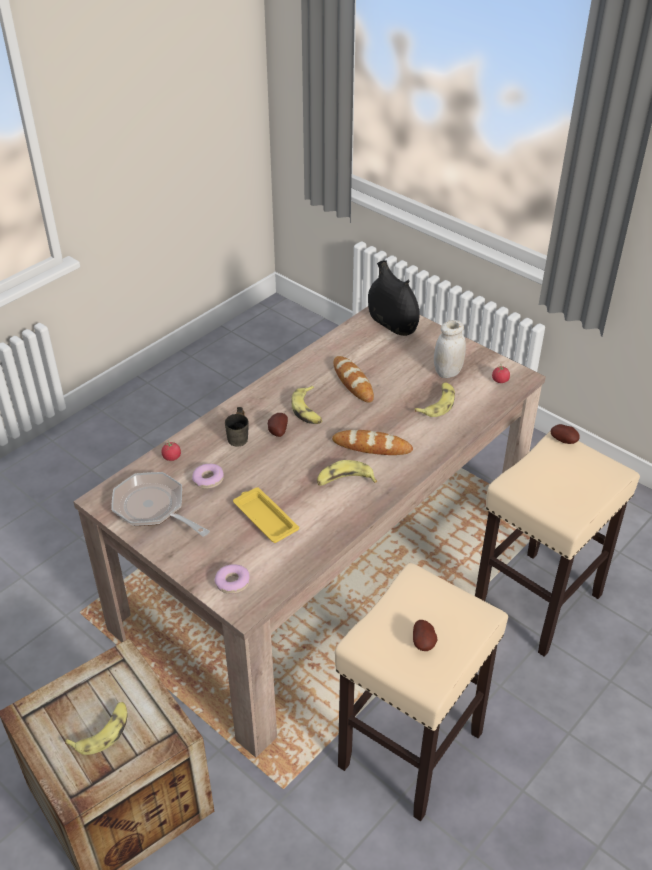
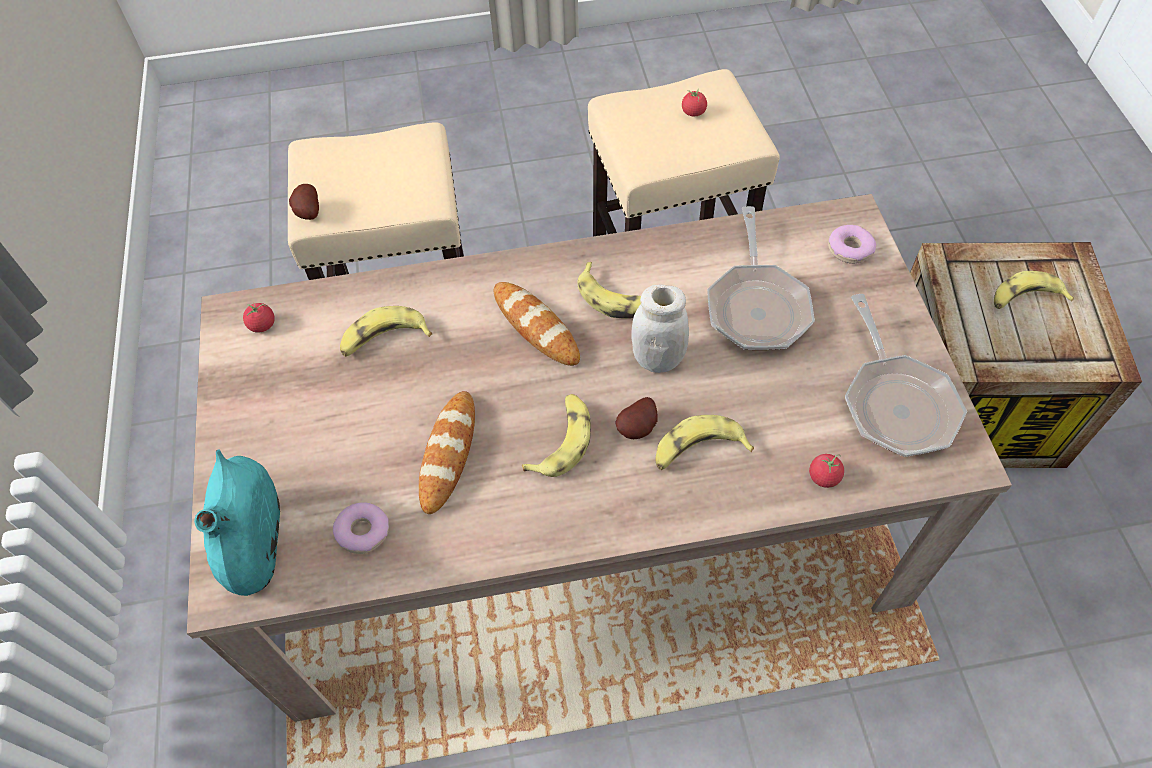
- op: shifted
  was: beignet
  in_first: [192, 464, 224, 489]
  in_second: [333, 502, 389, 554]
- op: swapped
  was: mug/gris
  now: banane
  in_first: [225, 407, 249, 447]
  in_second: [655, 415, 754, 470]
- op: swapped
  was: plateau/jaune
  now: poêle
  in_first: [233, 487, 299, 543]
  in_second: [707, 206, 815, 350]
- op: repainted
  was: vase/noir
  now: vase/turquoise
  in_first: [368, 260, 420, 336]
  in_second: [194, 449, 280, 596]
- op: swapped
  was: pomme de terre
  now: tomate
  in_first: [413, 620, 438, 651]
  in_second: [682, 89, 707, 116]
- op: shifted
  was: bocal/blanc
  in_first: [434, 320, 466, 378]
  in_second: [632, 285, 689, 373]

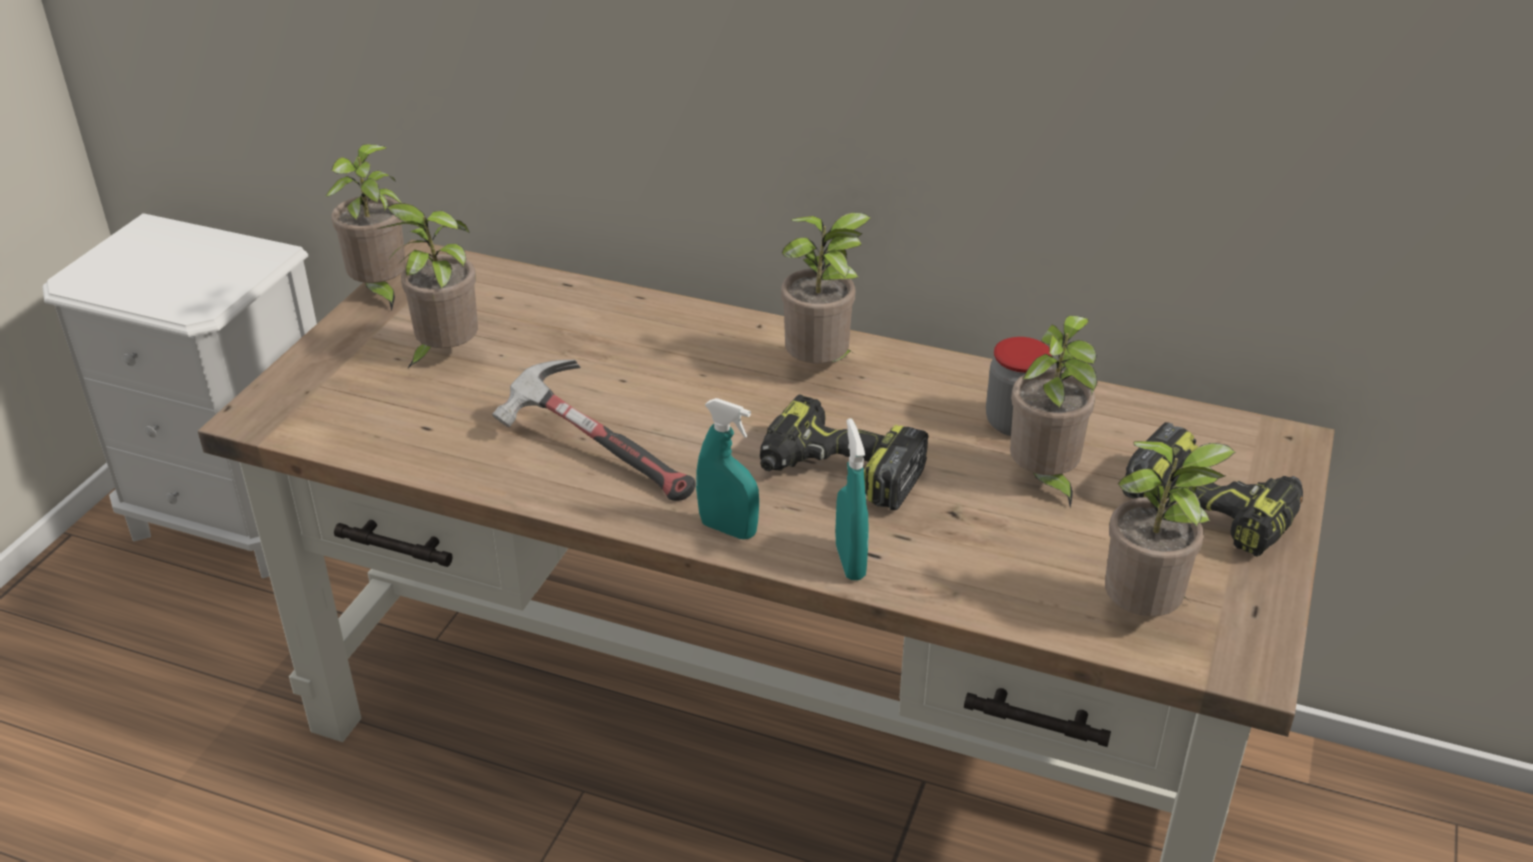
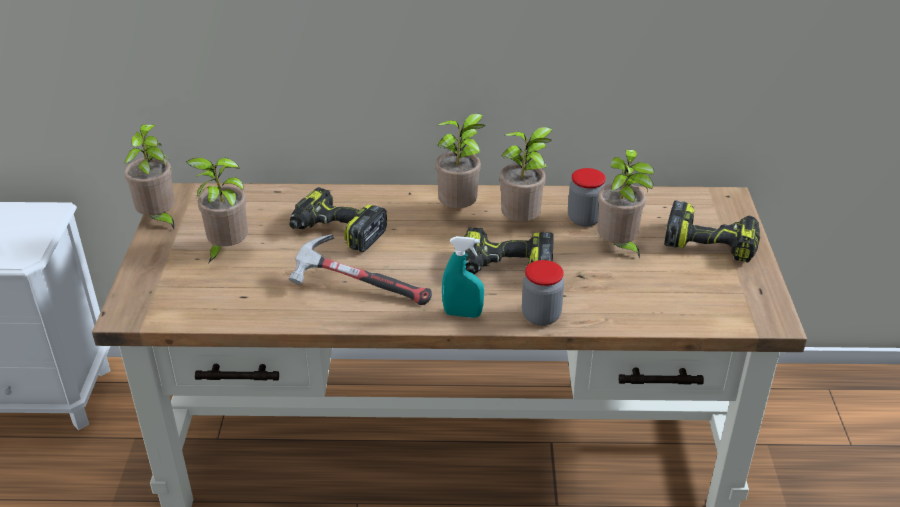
- op: swapped
  was: vaporisateur/turquoise
  now: bocal
  in_first: [835, 418, 869, 580]
  in_second: [522, 260, 564, 326]
- op: shifted
  was: plante en pot
  in_first: [1105, 441, 1236, 616]
  in_second: [500, 127, 552, 222]
- op: new
  now: perceuse
  in_second: [289, 187, 387, 252]

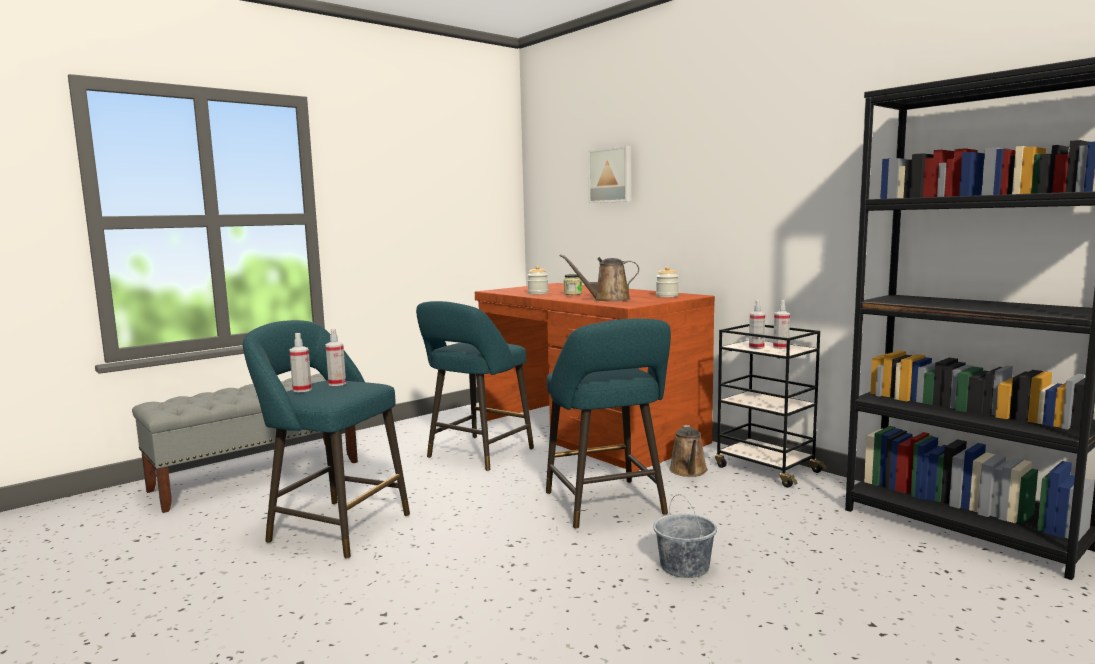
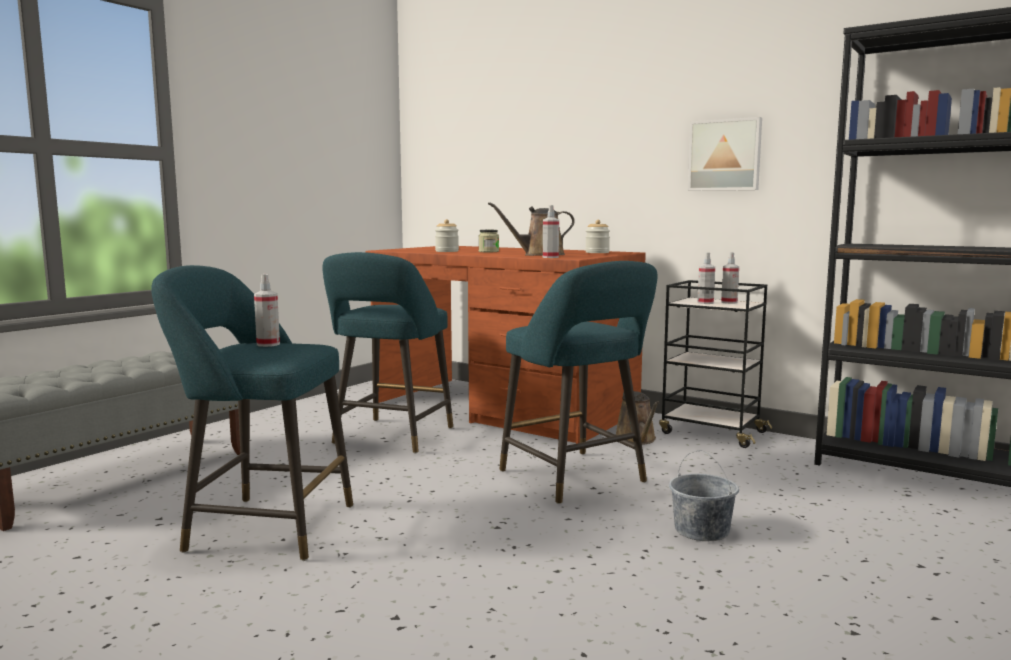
- op: shifted
  was: vaporisateur
  in_first: [289, 333, 312, 392]
  in_second: [543, 205, 559, 258]
- op: shifted
  was: tableau
  in_first: [588, 146, 631, 203]
  in_second: [688, 117, 762, 191]

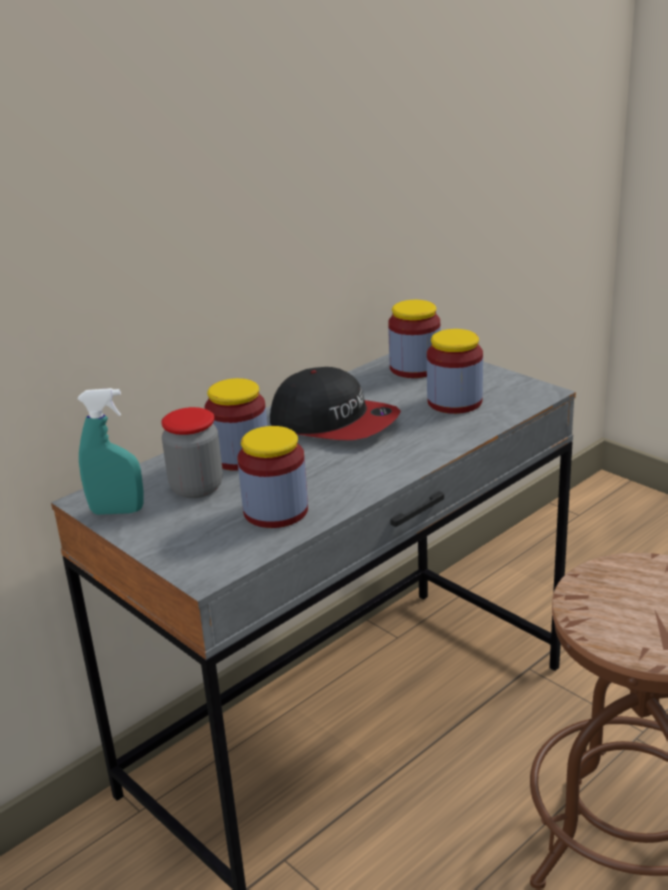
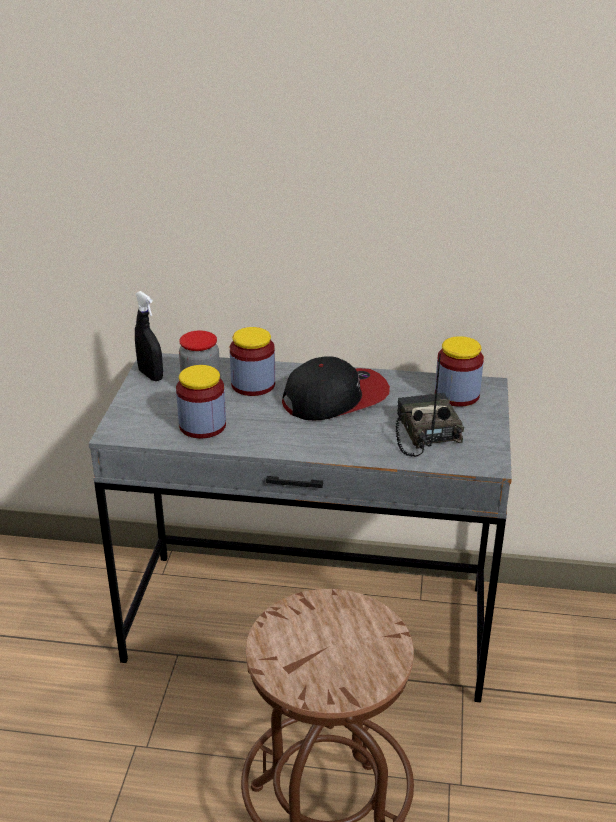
- op: repainted
  was: vaporisateur/turquoise
  now: vaporisateur/noir
  in_first: [78, 388, 144, 515]
  in_second: [135, 291, 163, 381]
- op: rotated
  was: casquette
  in_first: [270, 367, 401, 441]
  in_second: [282, 357, 390, 420]
  clockwise: -105
- op: swapped
  was: bocal
  now: radio
  in_first: [427, 329, 483, 414]
  in_second: [395, 354, 464, 457]

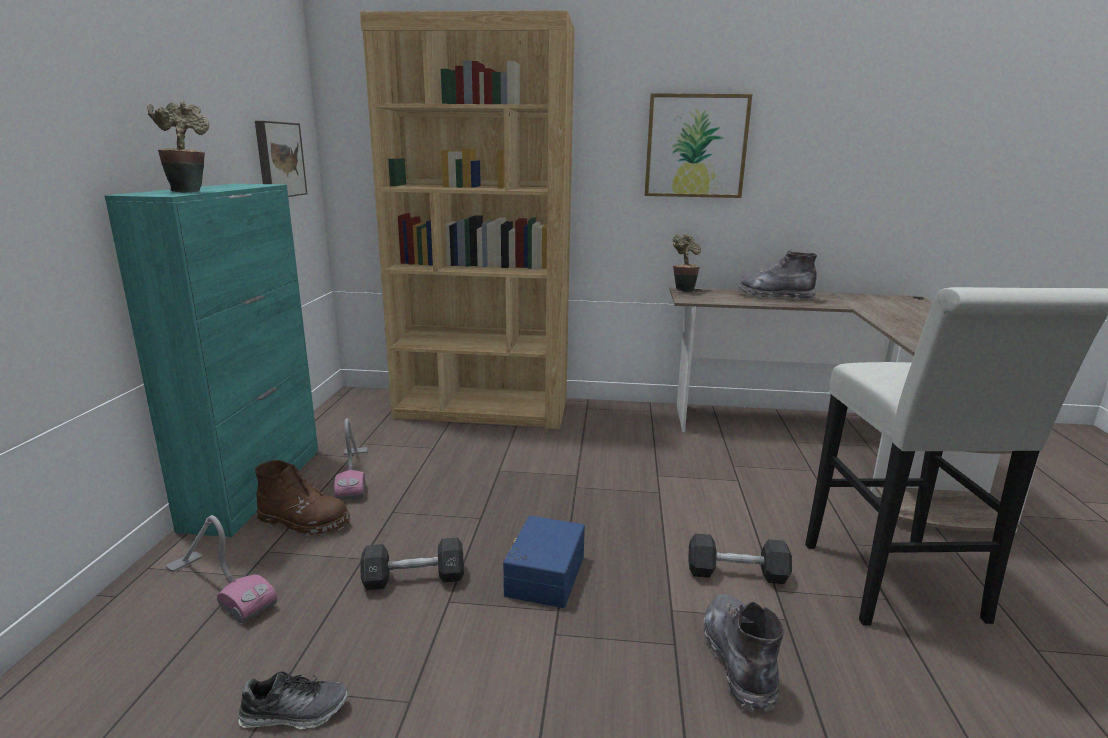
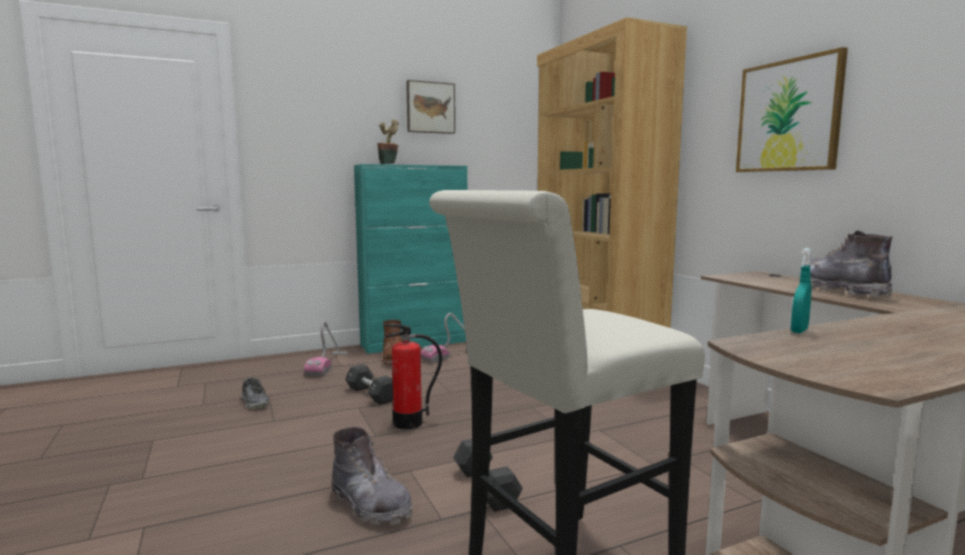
- op: shifted
  was: tableau
  in_first: [255, 121, 307, 197]
  in_second: [406, 80, 455, 134]
- op: swapped
  was: boîte de rangement/bleu
  now: extincteur
  in_first: [503, 516, 585, 608]
  in_second: [384, 324, 442, 429]
- op: gone
  was: plante en pot
  in_first: [673, 234, 701, 293]
- op: rotated
  was: botte/gris
  in_first: [703, 594, 784, 713]
  in_second: [332, 427, 413, 526]
  clockwise: 75
- op: new
  now: vaporisateur/turquoise
  in_second: [791, 248, 812, 333]

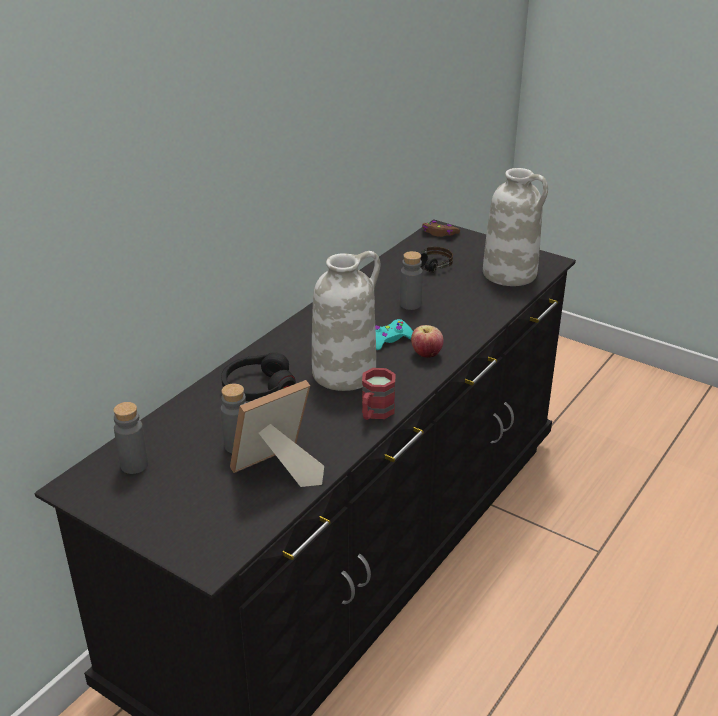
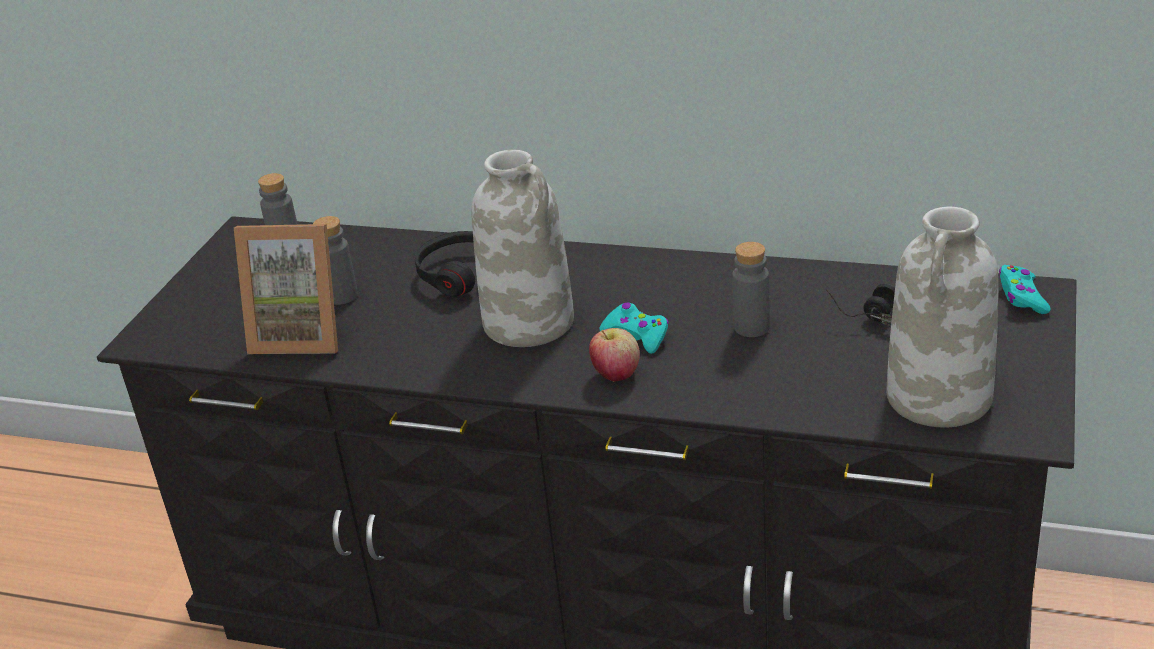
- op: rotated
  was: cadre photo
  in_first: [230, 380, 324, 487]
  in_second: [234, 224, 338, 354]
  clockwise: 150
- op: gone
  was: mug/rouge
  in_first: [362, 368, 396, 420]
- op: repainted
  was: manette/marron
  now: manette/turquoise
  in_first: [422, 221, 460, 237]
  in_second: [999, 265, 1051, 314]

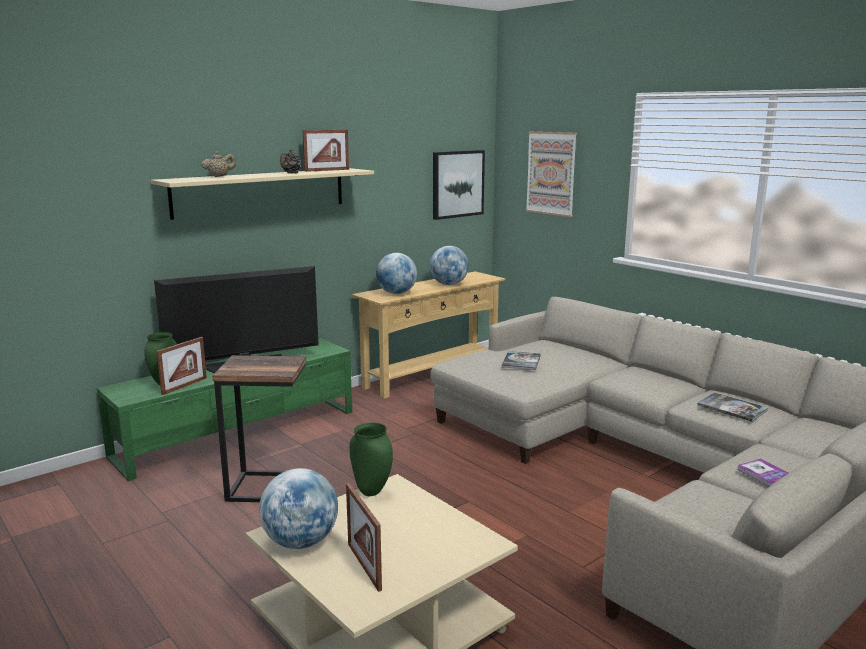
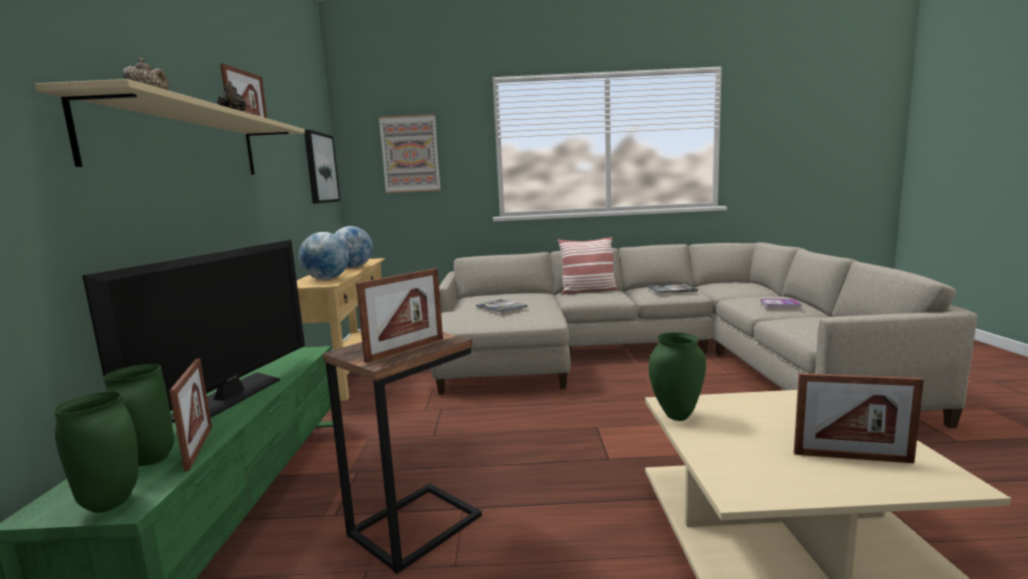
- op: gone
  was: globe
  in_first: [259, 468, 338, 549]
- op: new
  now: vase/vert
  in_second: [53, 391, 138, 513]
- op: new
  now: cadre photo
  in_second: [356, 268, 443, 363]
- op: new
  now: coussin
  in_second: [558, 237, 618, 295]

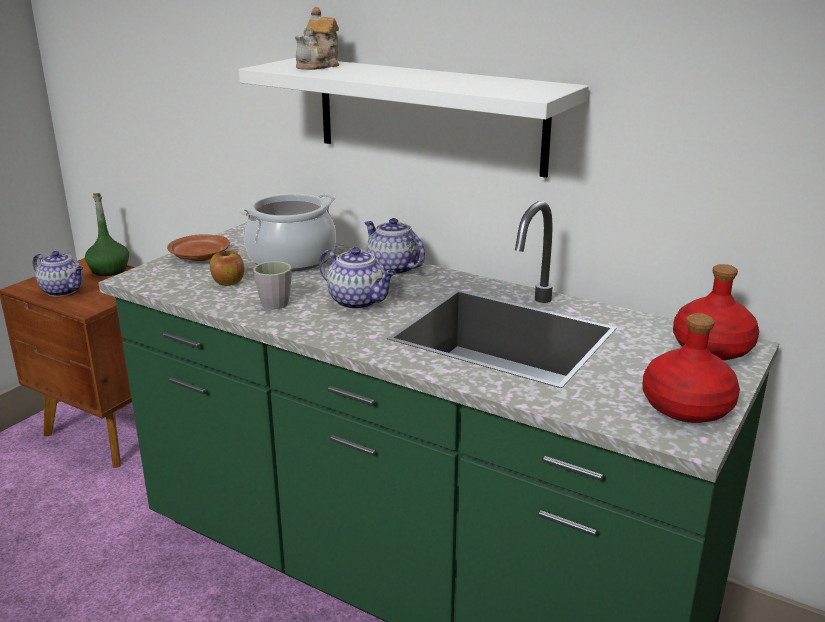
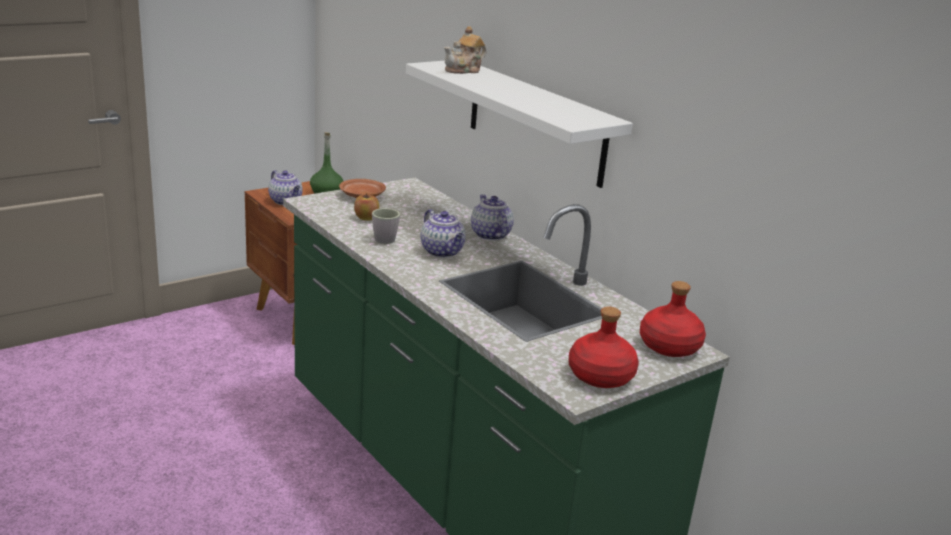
- op: gone
  was: marmite
  in_first: [239, 193, 336, 272]

